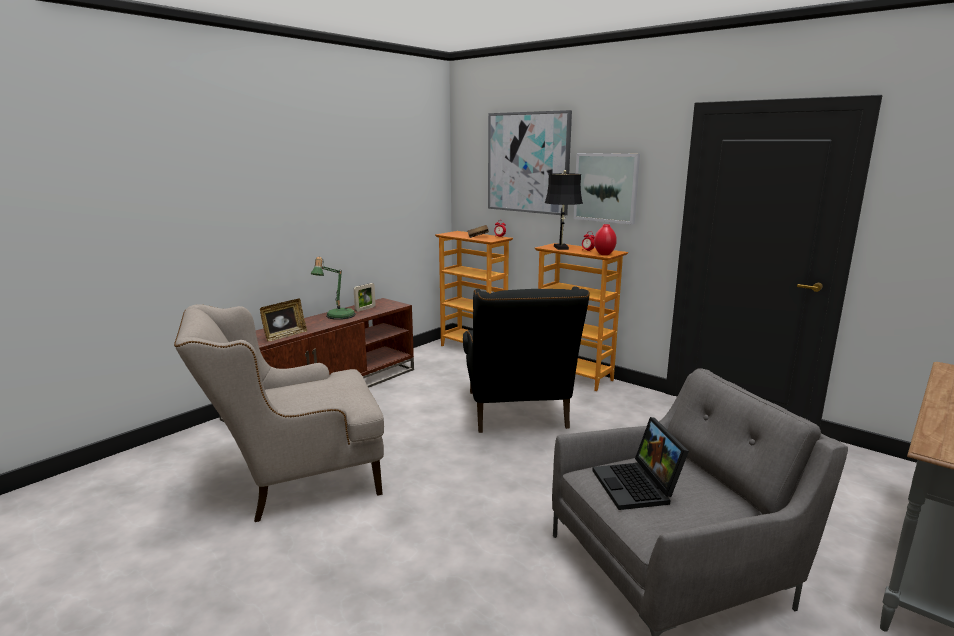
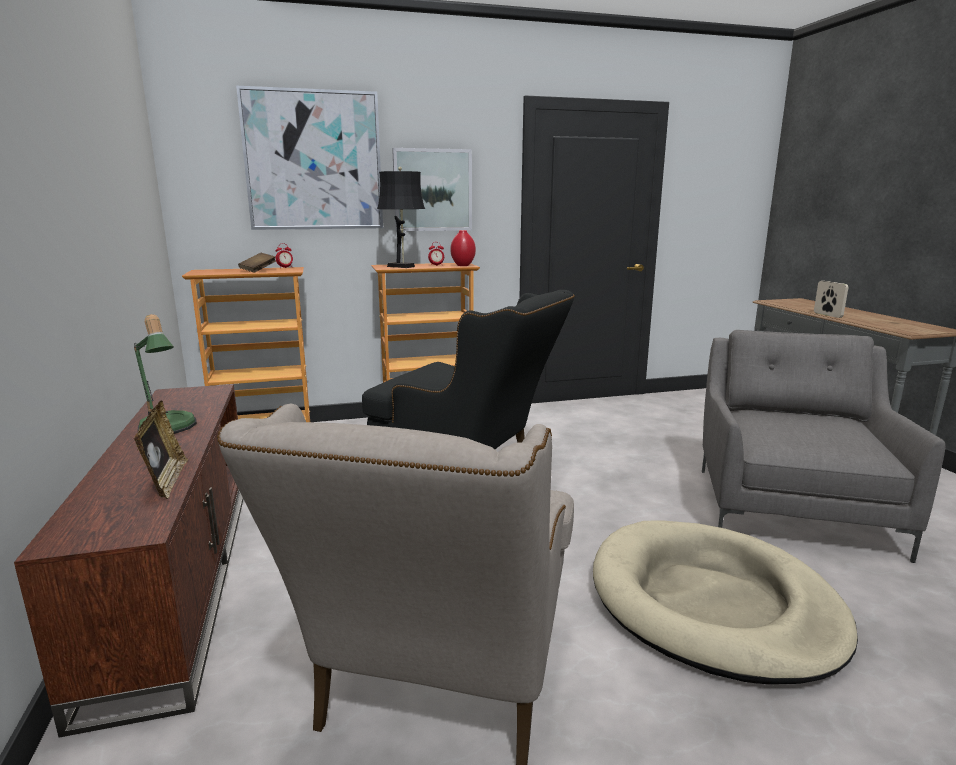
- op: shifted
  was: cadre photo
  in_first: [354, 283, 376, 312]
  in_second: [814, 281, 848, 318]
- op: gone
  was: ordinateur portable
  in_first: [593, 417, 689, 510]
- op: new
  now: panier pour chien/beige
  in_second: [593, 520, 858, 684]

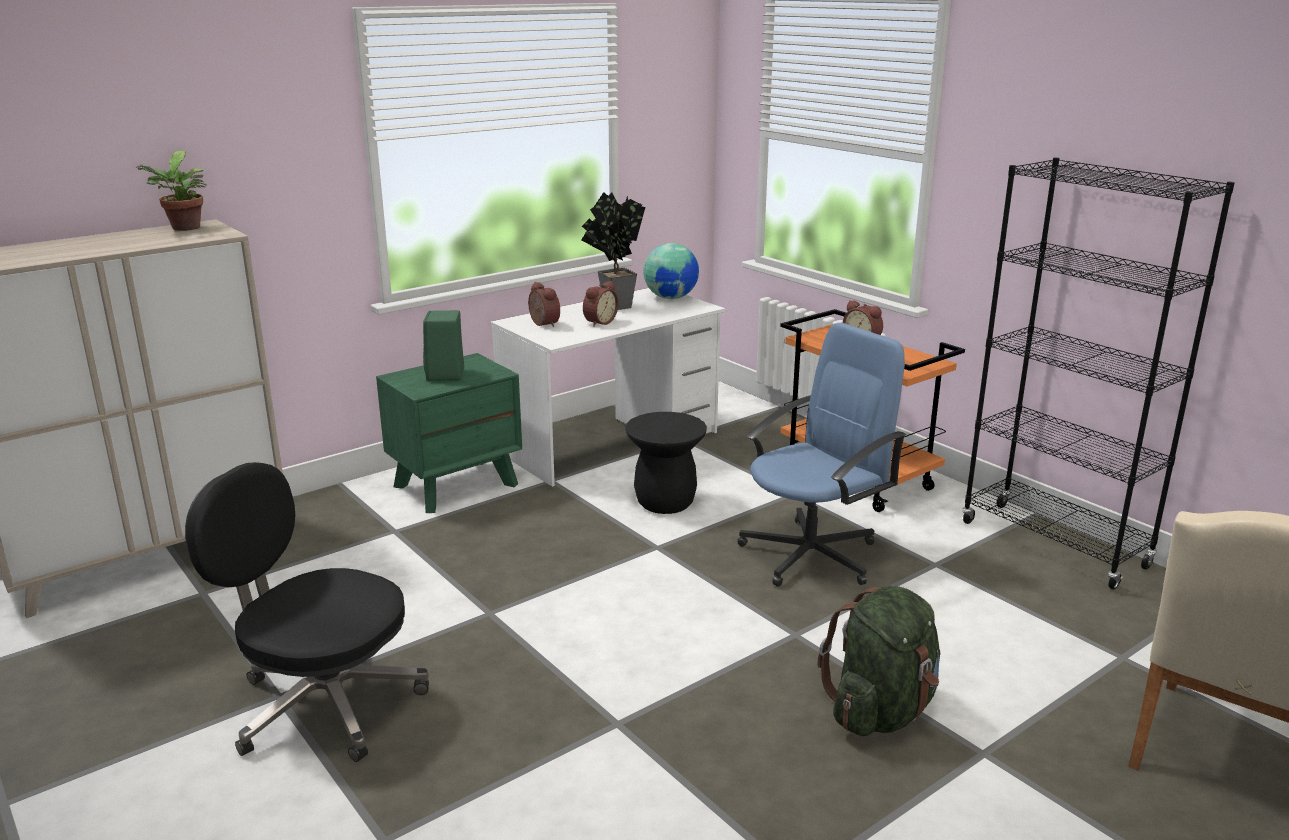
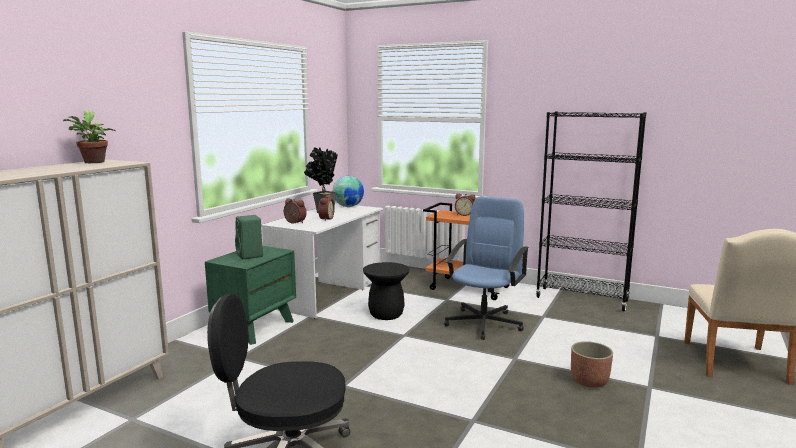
- op: swapped
  was: sac à dos/vert
  now: cache-pot
  in_first: [818, 585, 940, 736]
  in_second: [571, 341, 613, 388]

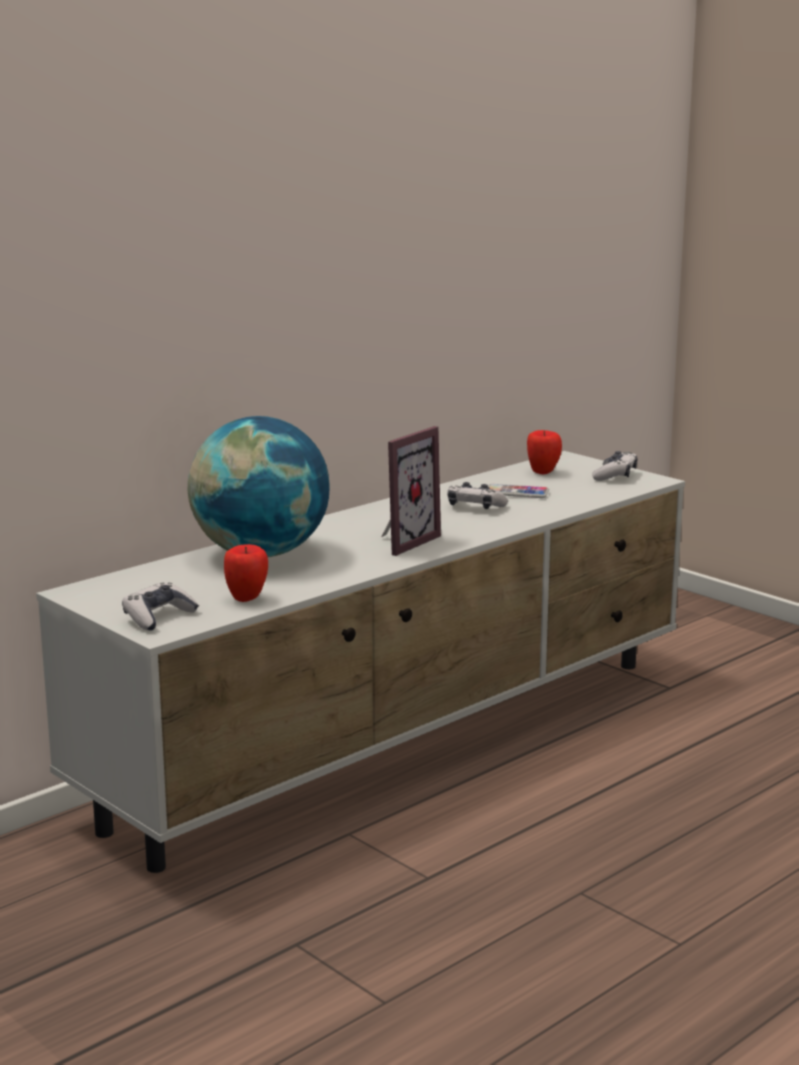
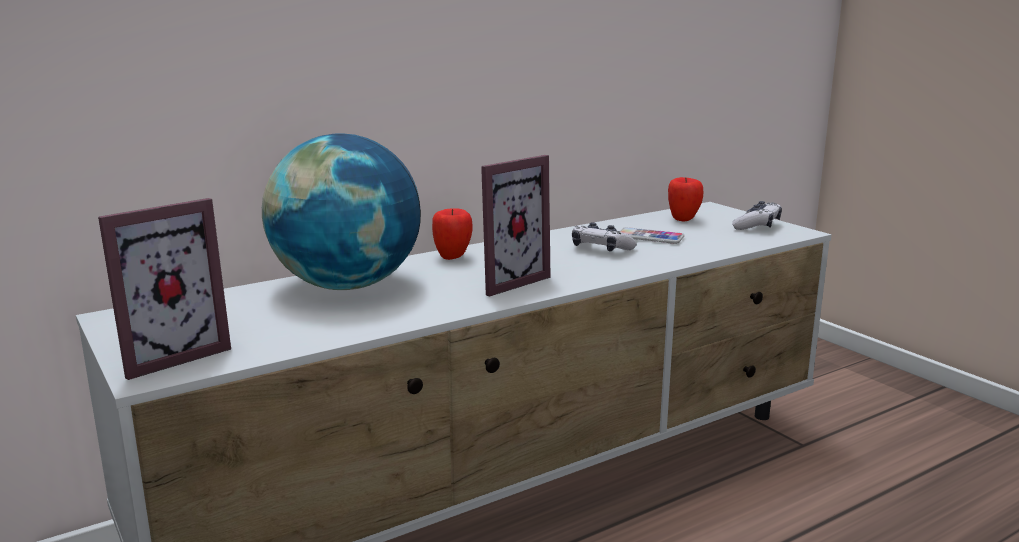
- op: swapped
  was: manette
  now: cadre photo
  in_first: [122, 582, 199, 631]
  in_second: [98, 198, 231, 380]
- op: shifted
  was: pomme
  in_first: [224, 544, 268, 602]
  in_second: [432, 208, 473, 260]

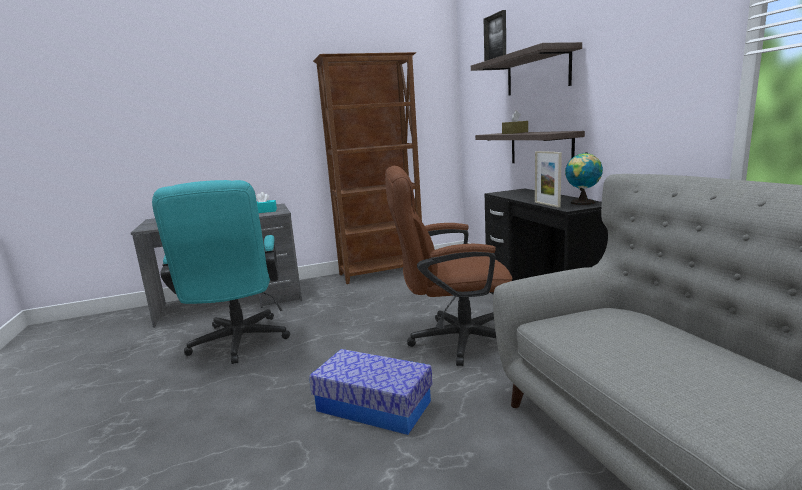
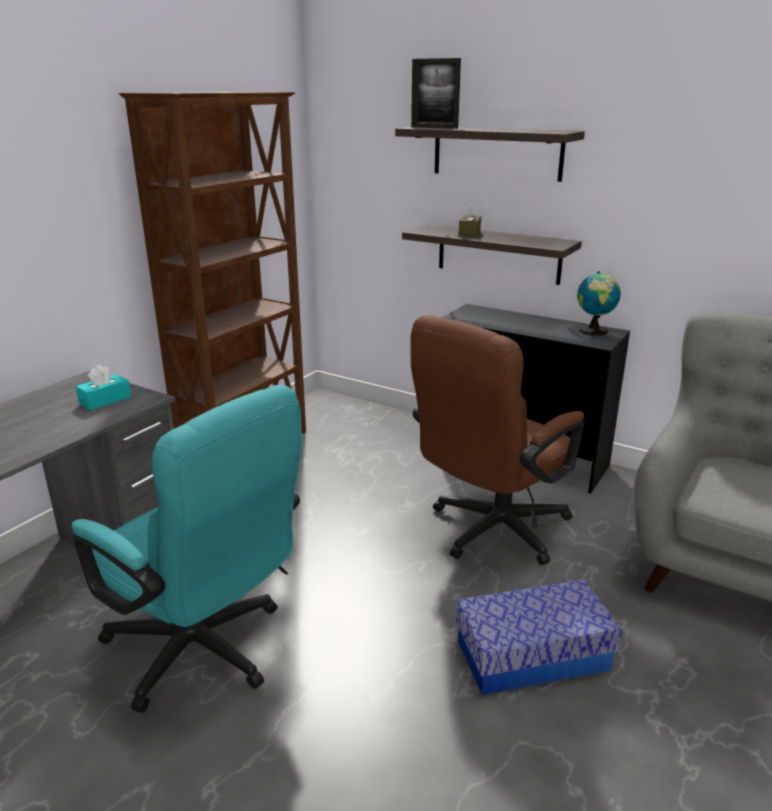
- op: gone
  was: cadre photo
  in_first: [535, 151, 562, 208]

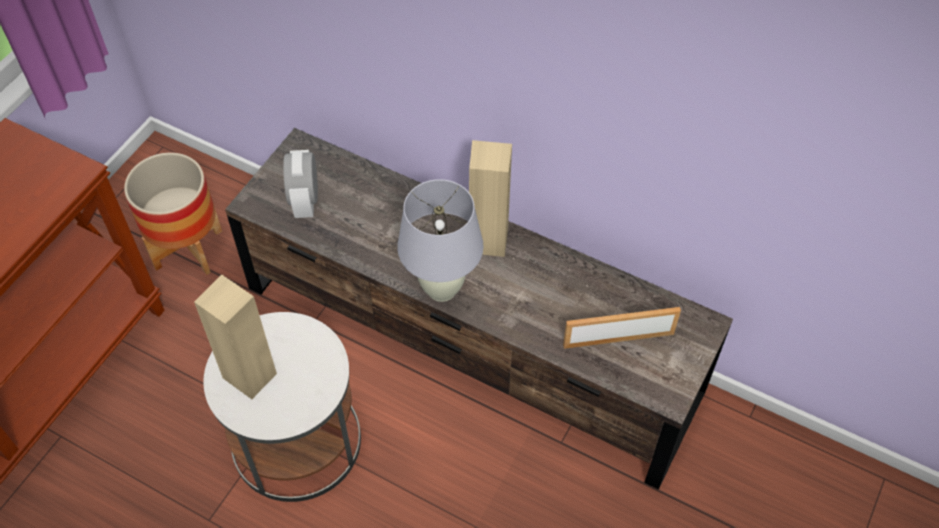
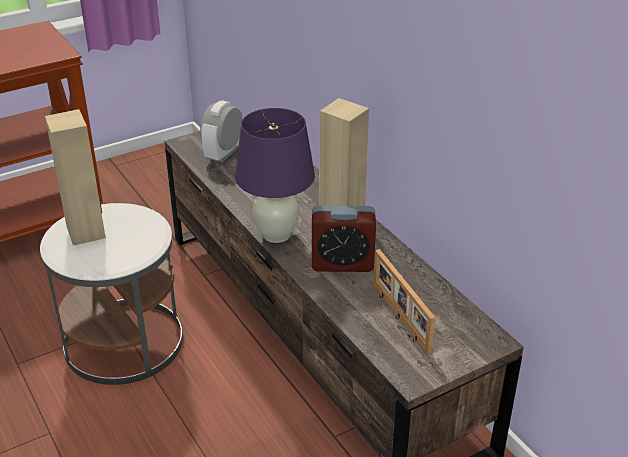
- op: gone
  was: cache-pot
  in_first: [124, 153, 222, 275]
- op: repainted
  was: lampe de table/blanc
  now: lampe de table/violet
  in_first: [397, 179, 484, 302]
  in_second: [235, 108, 315, 243]
- op: rotated
  was: cadre photo
  in_first: [563, 307, 681, 349]
  in_second: [373, 249, 435, 355]
  clockwise: -135
- op: new
  now: réveil
  in_second: [312, 206, 376, 272]

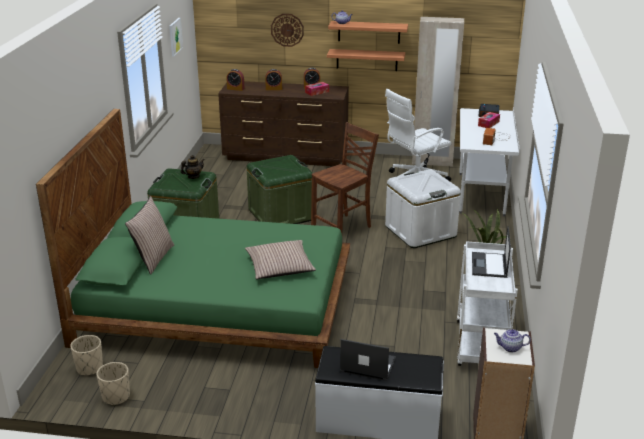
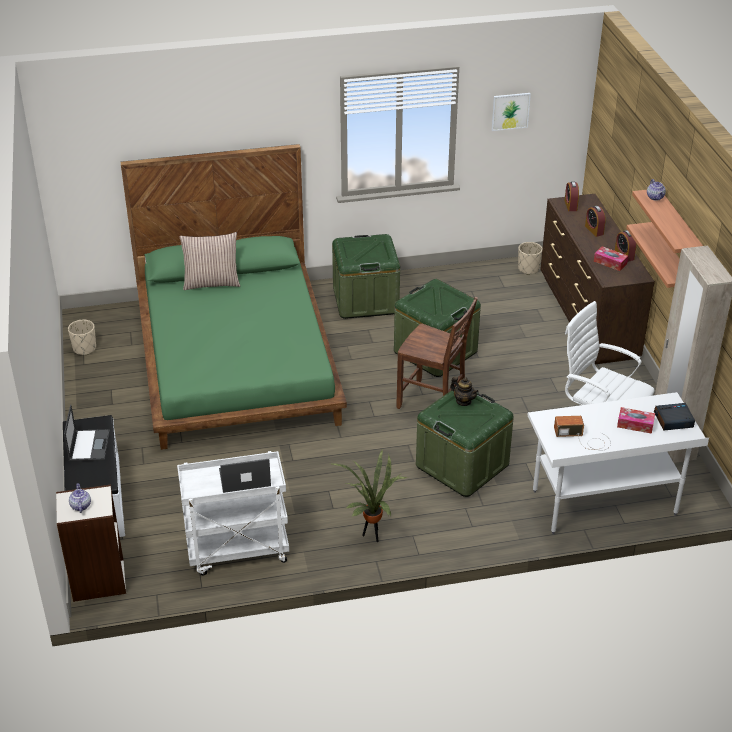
- op: shifted
  was: cache-pot/beige
  in_first: [70, 335, 103, 375]
  in_second: [518, 242, 543, 275]
- op: shifted
  was: théière
  in_first: [181, 155, 205, 179]
  in_second: [450, 377, 479, 406]
- op: gone
  was: coussin
  in_first: [245, 240, 316, 279]
- op: gone
  was: horloge murale
  in_first: [271, 14, 304, 47]
- op: repainted
  was: boîte de rangement/blanc
  now: boîte de rangement/vert
  in_first: [385, 169, 461, 248]
  in_second: [416, 387, 514, 497]

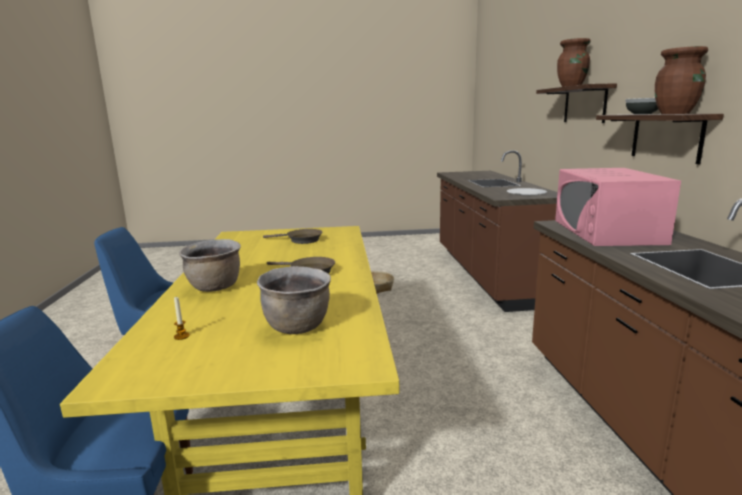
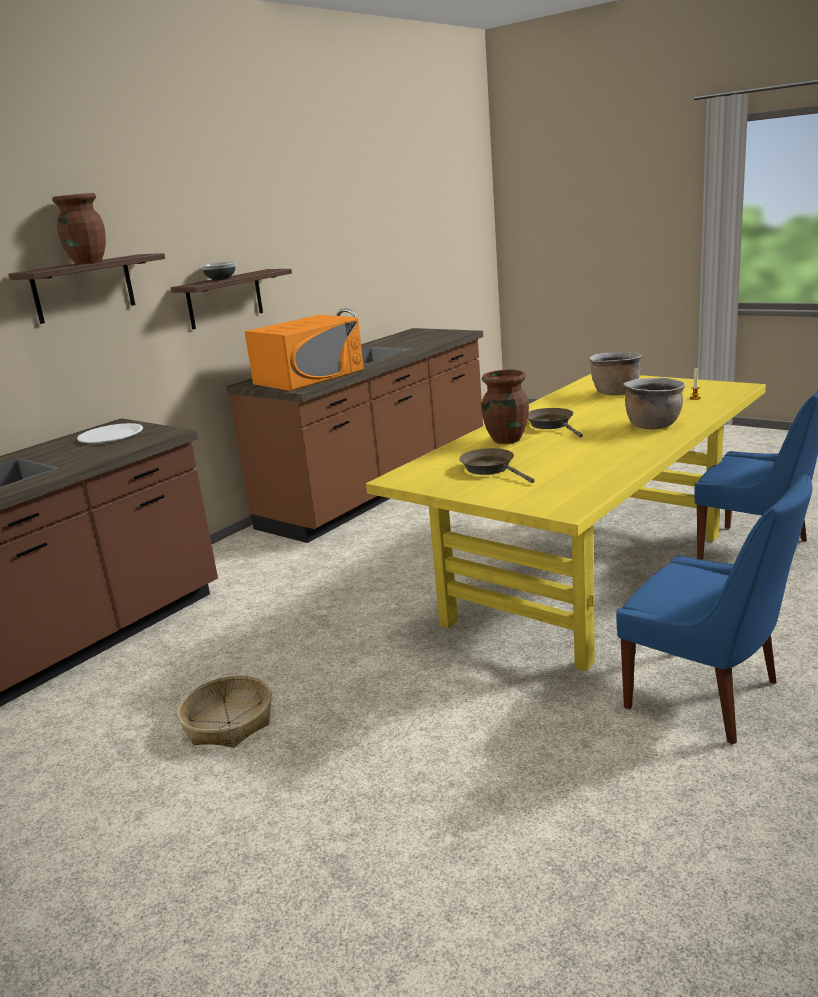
- op: repainted
  was: micro-ondes/rose
  now: micro-ondes/orange
  in_first: [555, 168, 681, 246]
  in_second: [245, 315, 364, 391]
- op: shifted
  was: vase/marron
  in_first: [655, 46, 708, 114]
  in_second: [481, 369, 529, 444]

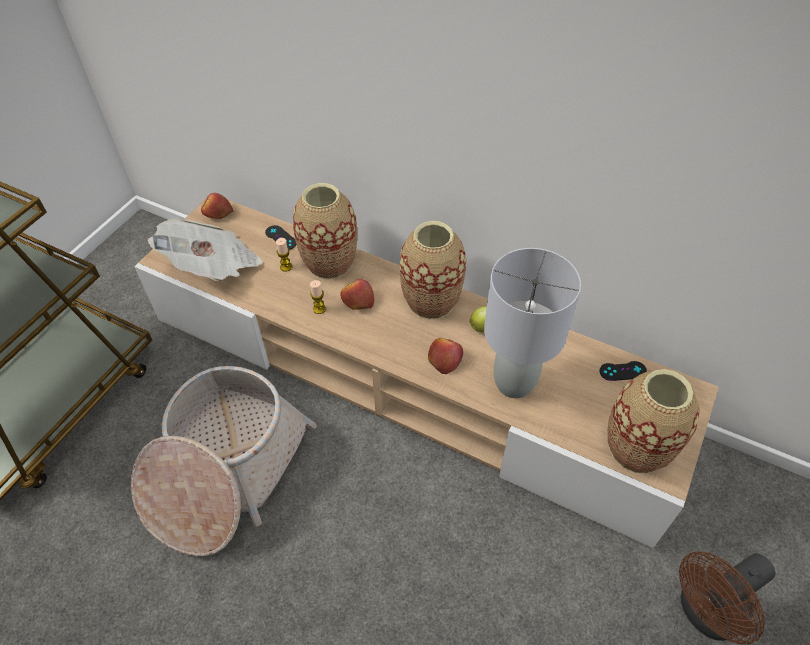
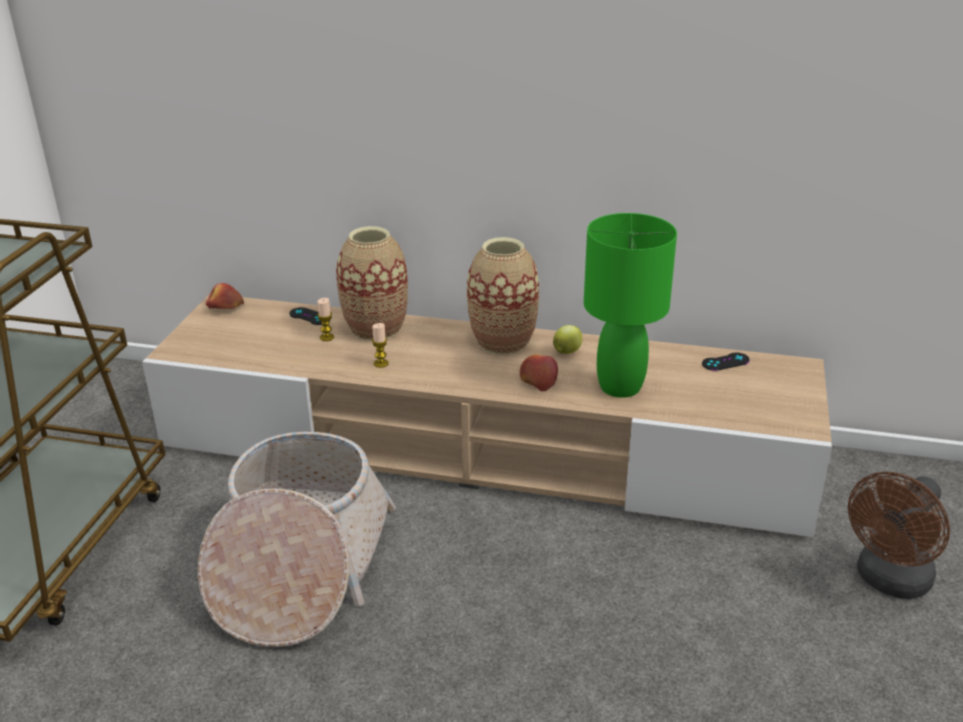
- op: gone
  was: journal
  in_first: [147, 218, 263, 281]
- op: gone
  was: pomme
  in_first: [340, 279, 374, 310]
- op: repainted
  was: lampe de table/gris
  now: lampe de table/vert
  in_first: [484, 248, 581, 398]
  in_second: [584, 213, 677, 398]
- op: gone
  was: vase
  in_first: [608, 369, 700, 474]

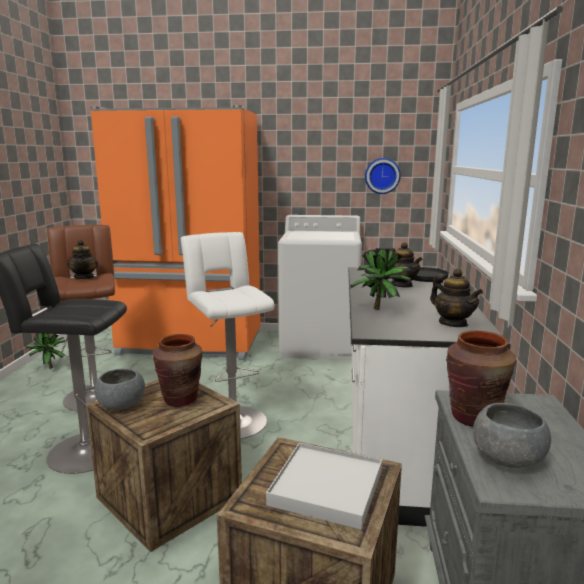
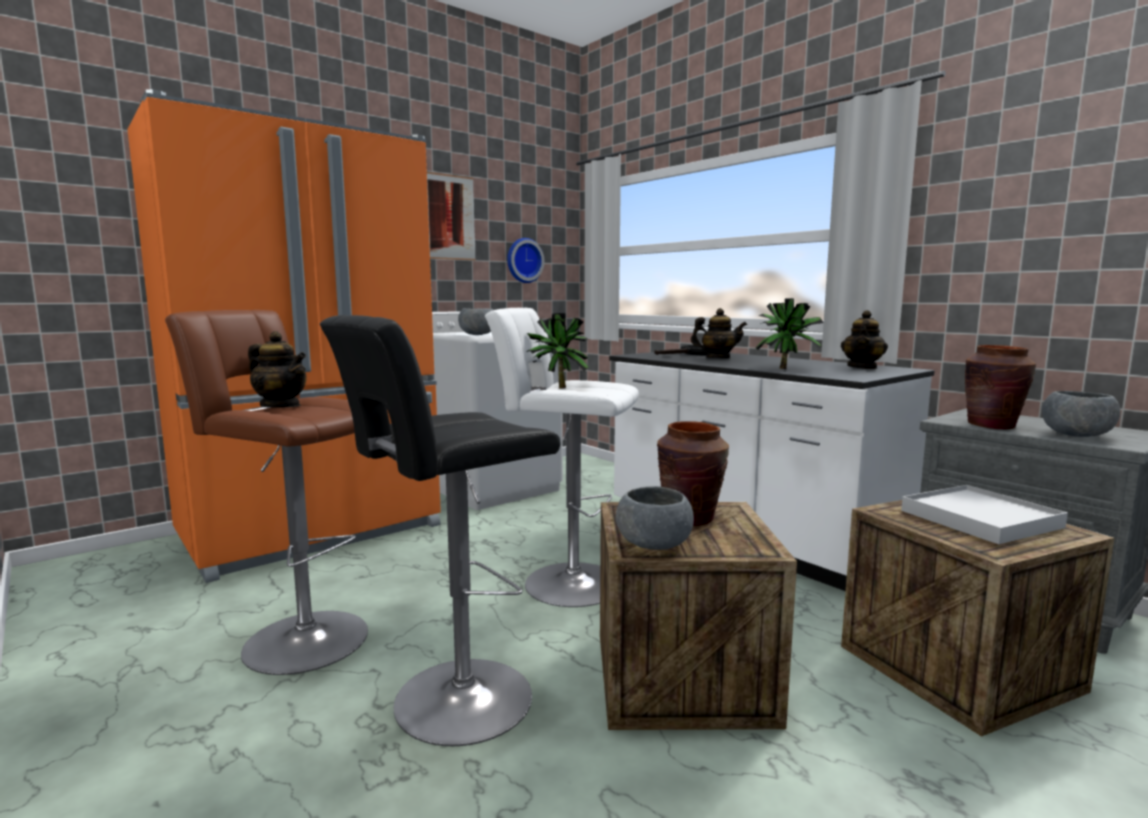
- op: shifted
  was: plante en pot
  in_first: [26, 333, 66, 369]
  in_second: [527, 313, 592, 389]
- op: rotated
  was: théière
  in_first: [430, 269, 483, 327]
  in_second: [841, 310, 888, 369]
  clockwise: 105
- op: new
  now: tableau
  in_second: [427, 172, 476, 260]
- op: new
  now: bol/gris
  in_second: [458, 308, 493, 335]

